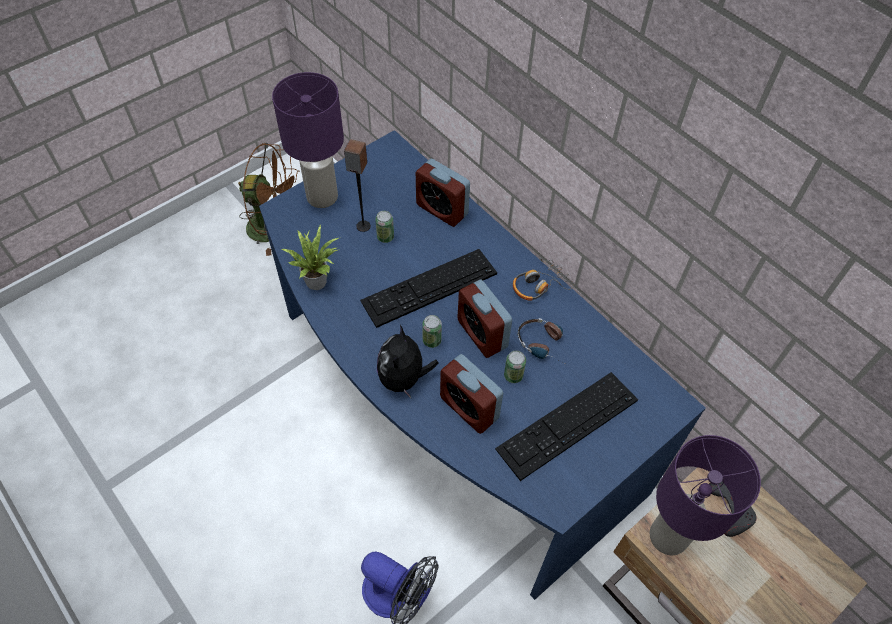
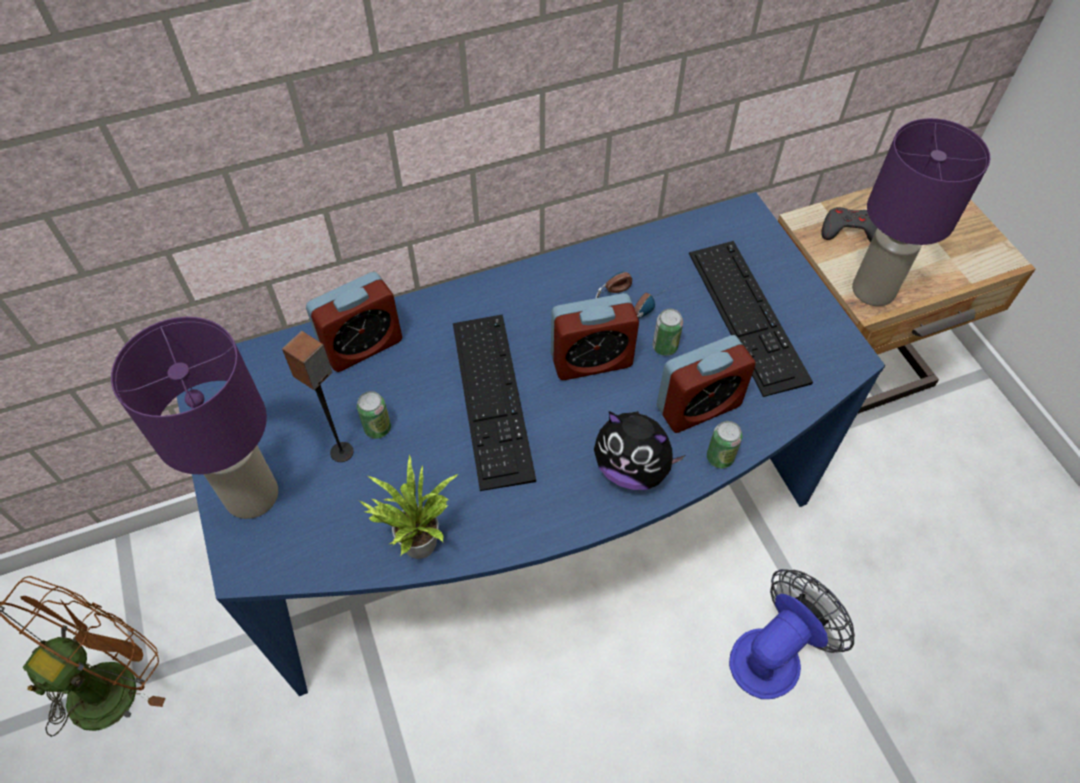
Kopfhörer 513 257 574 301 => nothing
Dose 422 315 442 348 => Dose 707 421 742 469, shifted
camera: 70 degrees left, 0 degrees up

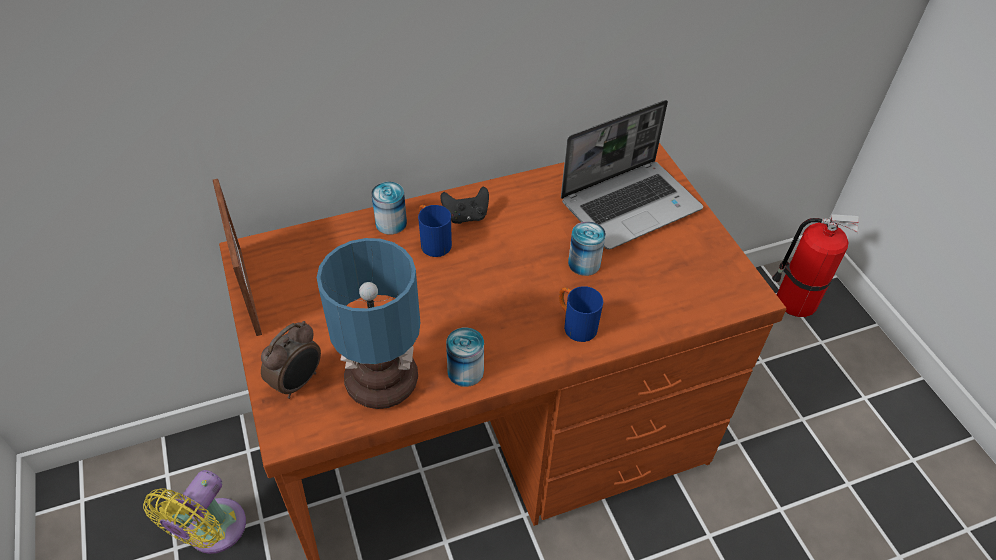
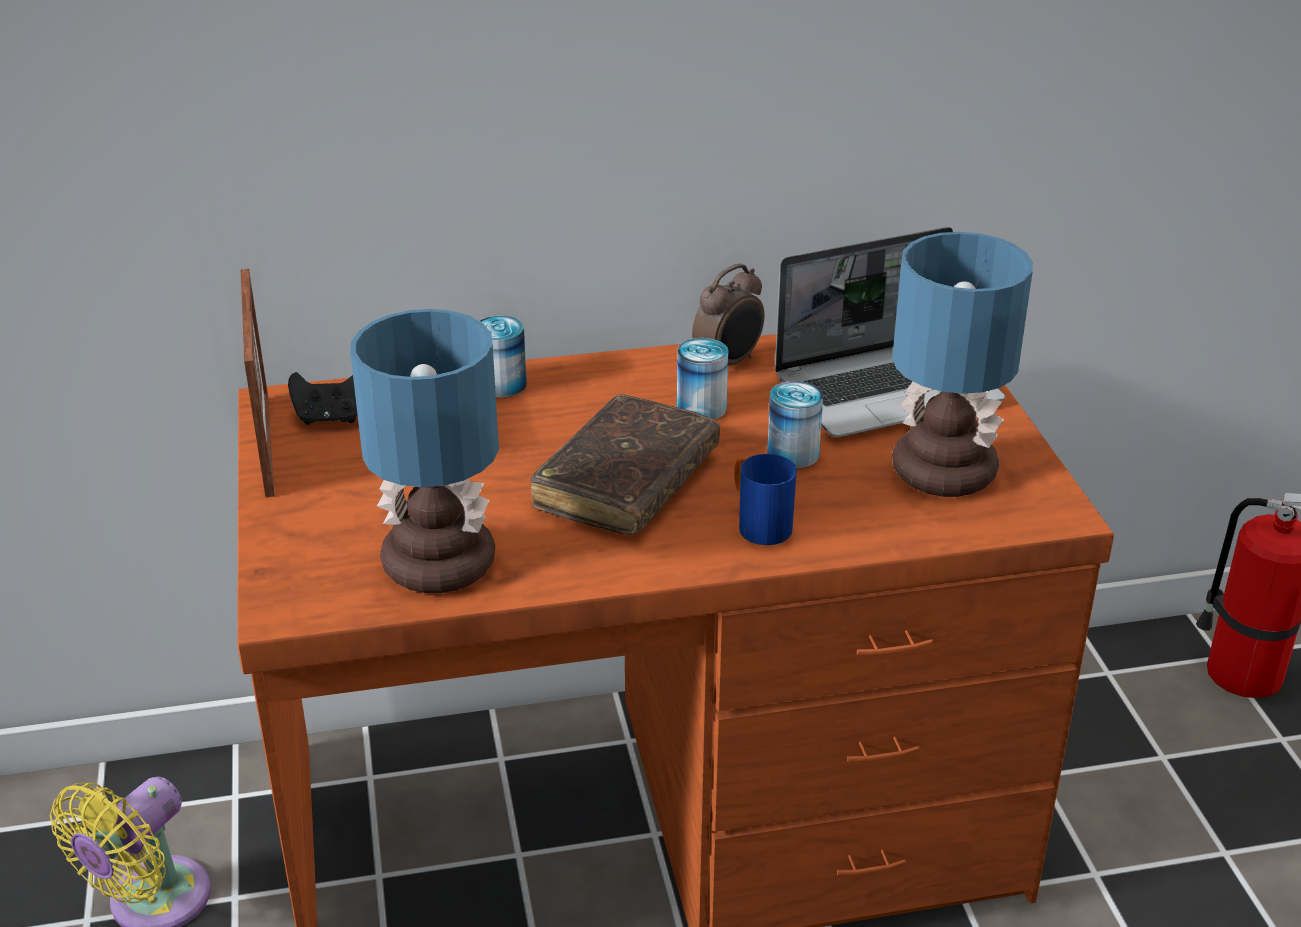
Gamepad (schwarz) 440 187 489 224 => Gamepad (schwarz) 288 372 358 425, shifted
Henkelbecher (blau) 418 205 452 257 => nothing
Wecker 261 321 321 399 => Wecker 692 263 765 365, shifted
Dose 446 327 484 387 => Dose 677 338 729 420, shifted
nothing => Tischlampe 892 232 1033 497
nothing => Buch (braun) 529 394 720 535
camera: 10 degrees right, 15 degrees down

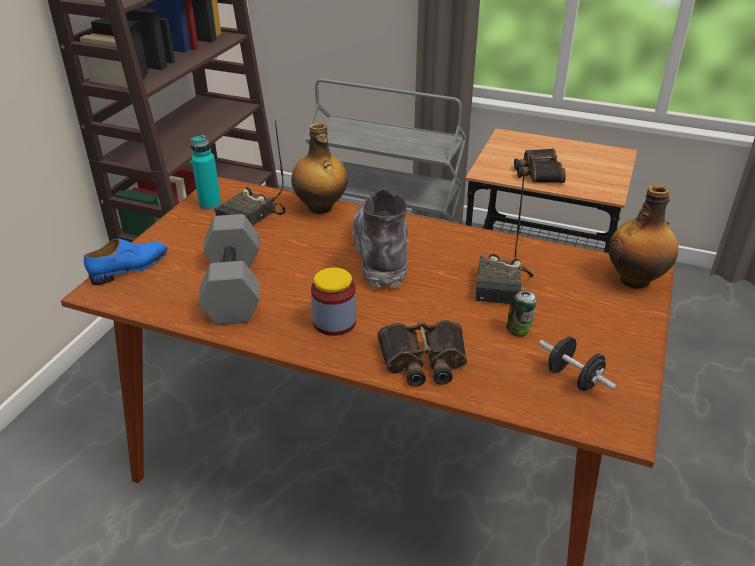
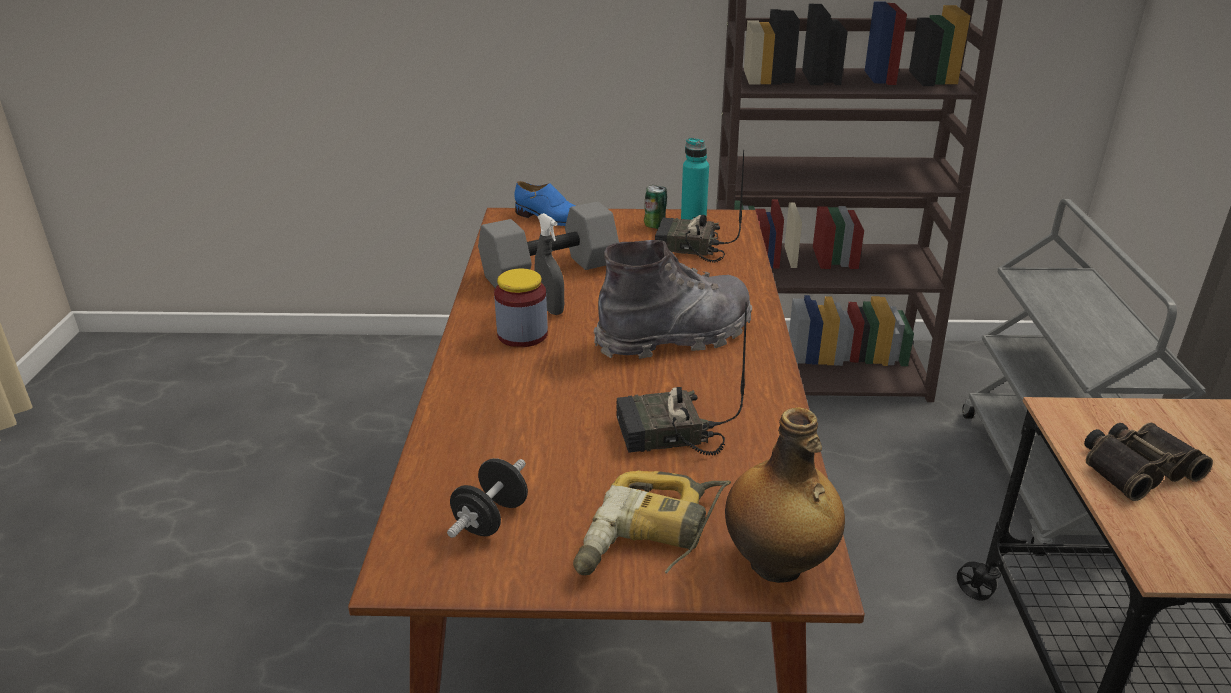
Flasche 291 123 348 214 => nothing
Dose 506 290 537 337 => Dose 644 185 667 229, shifted
Fernglas 378 320 467 387 => nothing
nothing => Sprühflasche (grau) 534 213 564 315
nothing => Bohrmaschine 573 470 731 575
camera: 70 degrees right, 5 degrees down

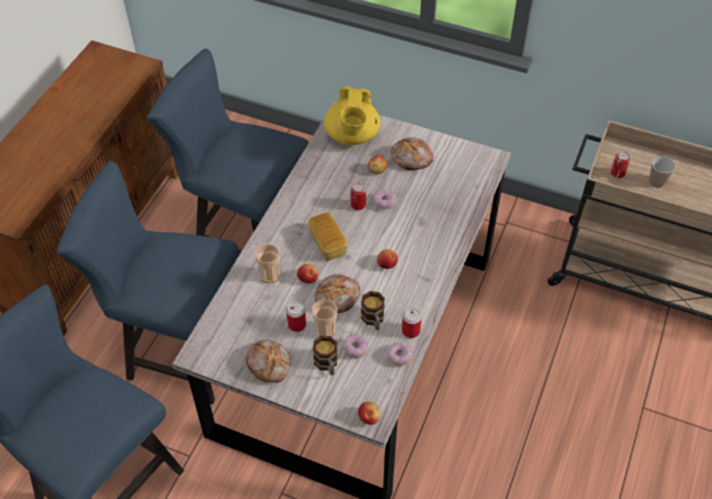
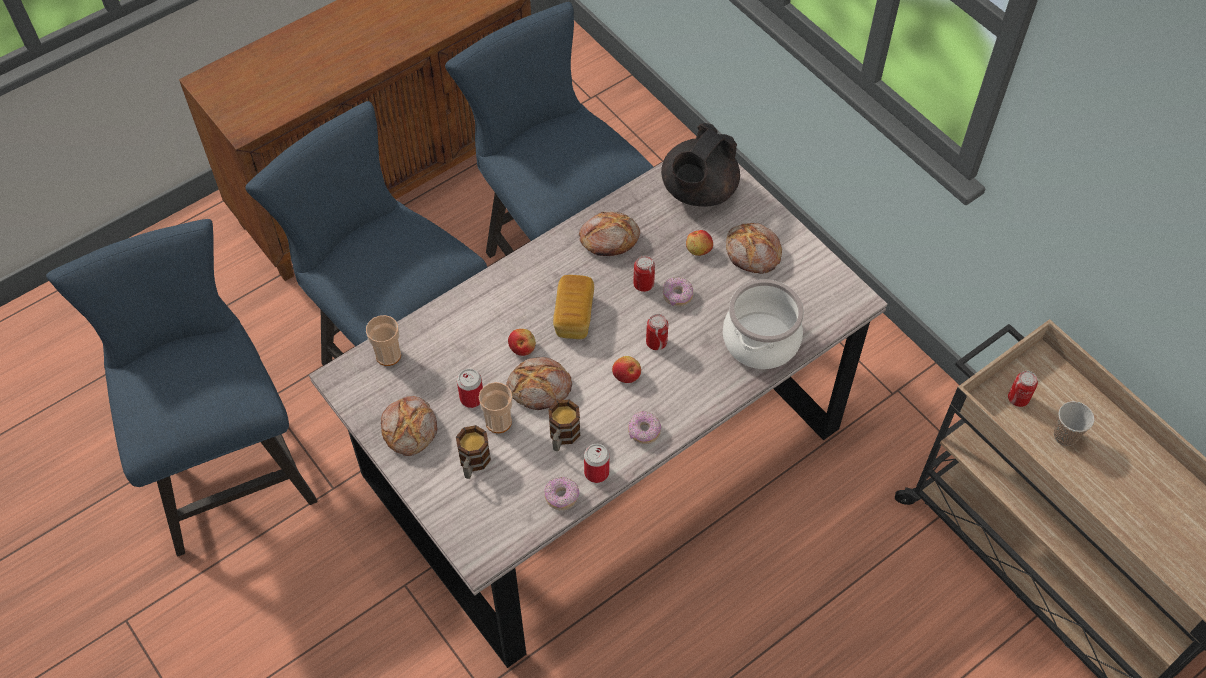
Teekanne (gelb) 324 86 380 145 => Teekanne (schwarz) 661 123 740 207
Tasse 255 244 280 283 => Tasse 366 315 401 366, shifted
Donut 343 334 368 358 => Donut 628 411 661 444, shifted
Apfel 358 402 381 425 => nothing
nothing => Brot 579 211 640 256
nothing => Kochtopf 723 279 804 369
nothing => Dose 646 314 668 350
camera: 30 degrees right, 5 degrees up

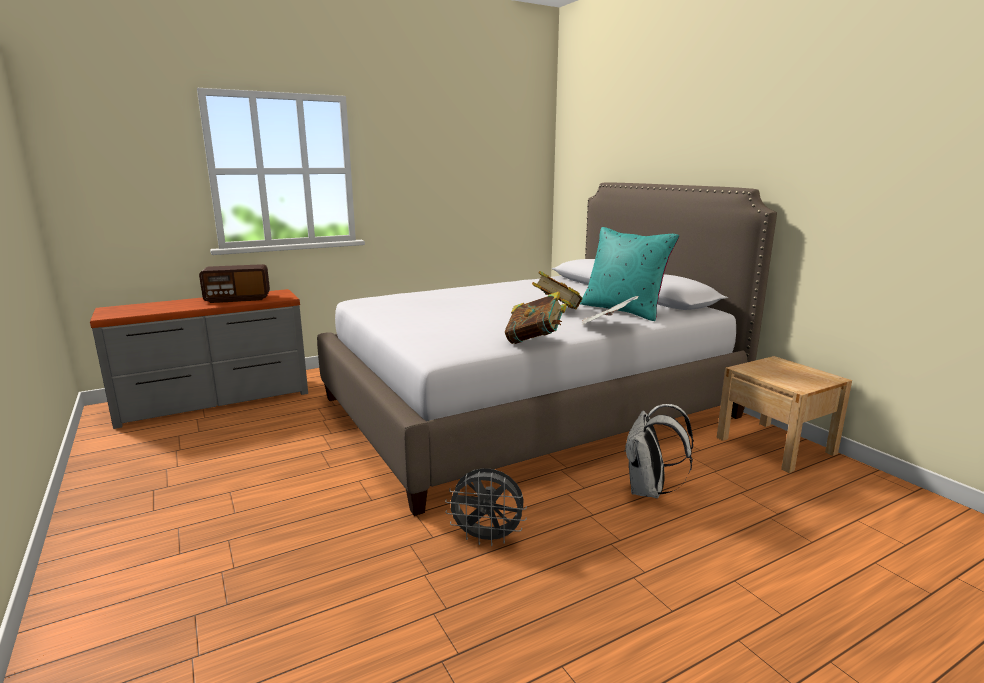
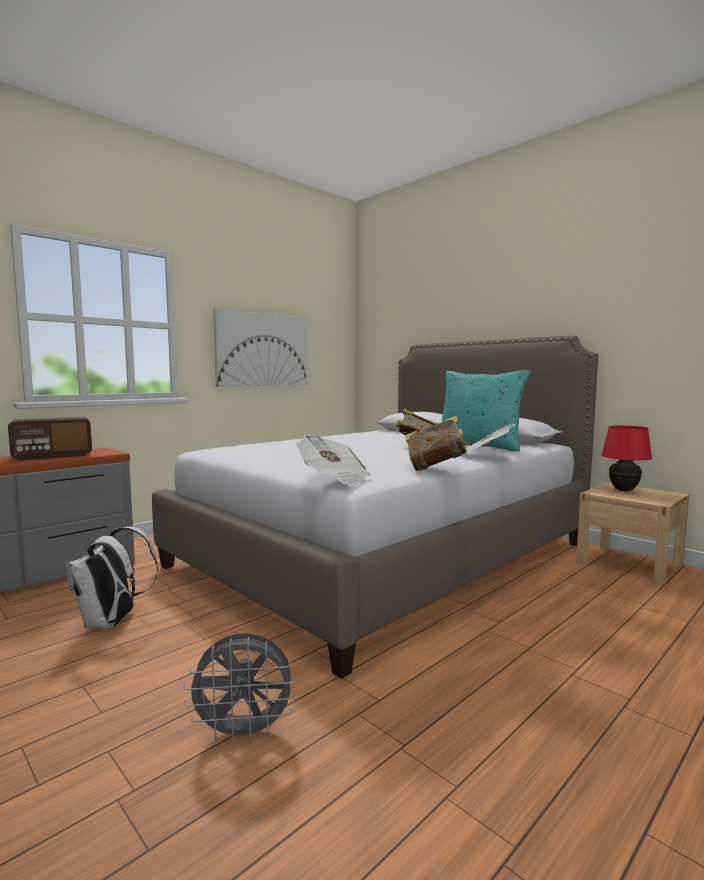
Rucksack (weiß) 624 404 694 499 => Rucksack (weiß) 65 526 158 629, shifted
Ventilator (grau) 445 468 527 546 => Ventilator (grau) 183 633 297 745, shifted
nothing => Bild 213 308 306 386
nothing => Tischlampe (rot) 601 426 652 491
nothing => Zeitung 296 435 370 486
camera: 15 degrees left, 10 degrees down

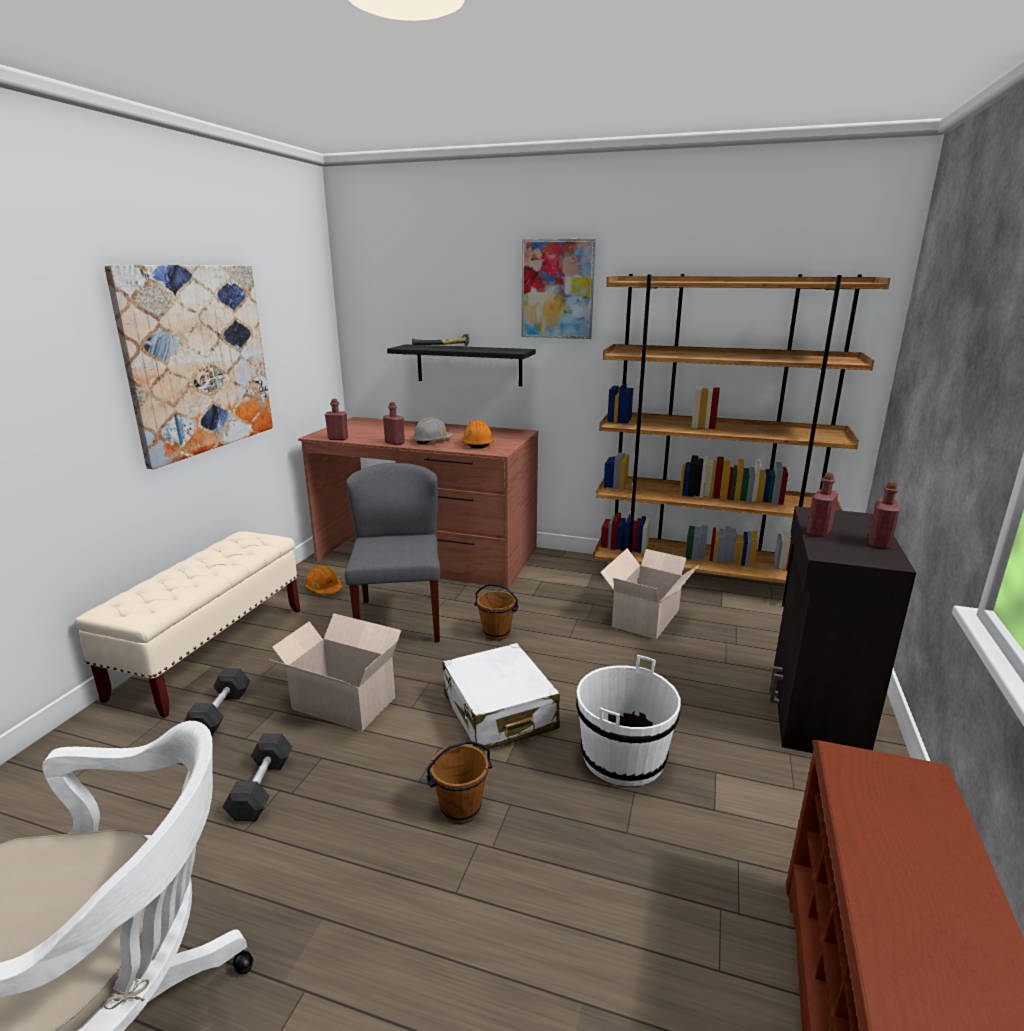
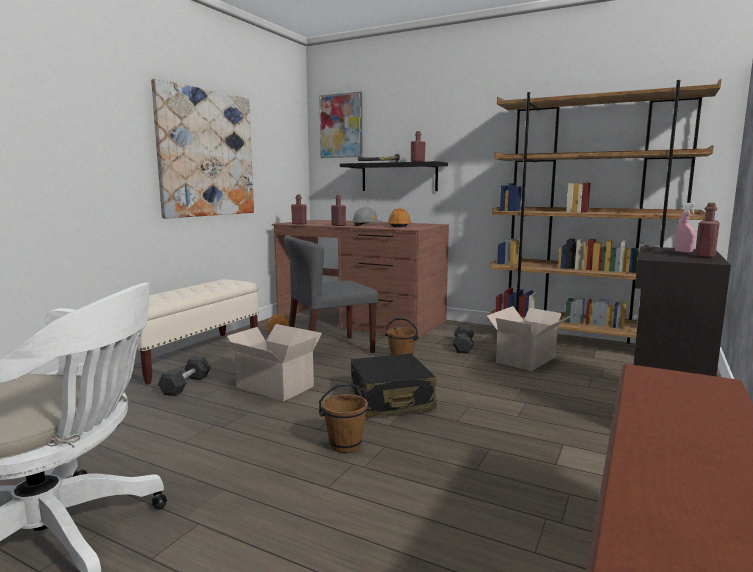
Bild 522 239 596 339 => Bild 319 91 362 158, shifted
Stuhl (grau) 345 463 440 642 => Stuhl (grau) 284 236 378 353, 120 degrees counterclockwise
Flasche (rot) 806 473 838 537 => Flasche (rot) 411 131 425 162, shifted
Koffer (weiß) 442 643 560 751 => Koffer (schwarz) 351 354 437 417
Eimer (weiß) 576 655 681 786 => nothing
Hantel (grau) 222 733 293 821 => Hantel (grau) 453 324 474 353, shifted
nothing => Sprühflasche (rosa) 675 203 697 253
camera: 10 degrees right, 10 degrees down

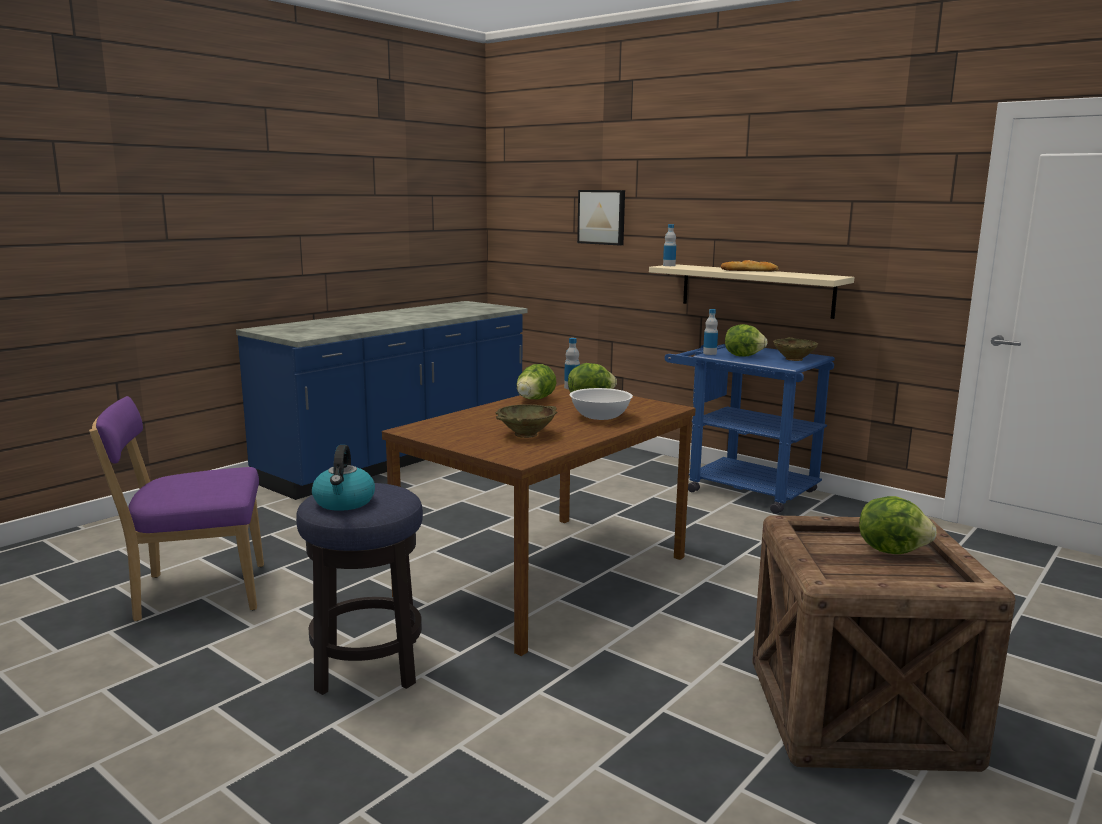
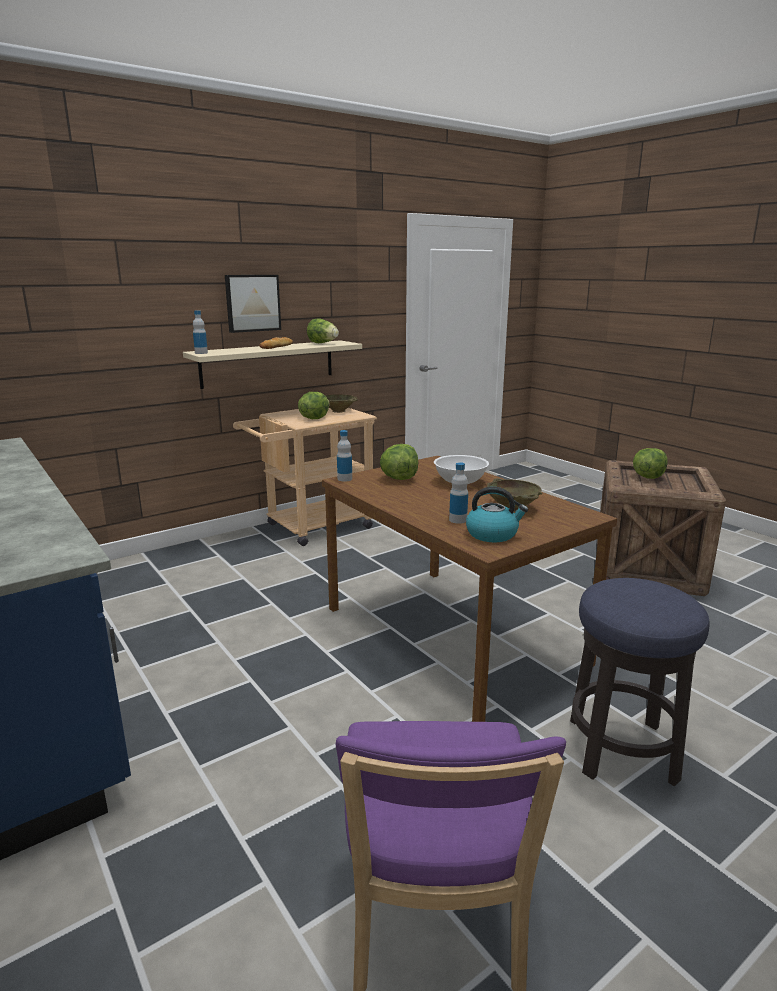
Bild 577 190 625 246 => Bild 225 275 281 333, shifted
Flasche 703 309 718 355 => Flasche 449 462 468 524, shifted
Rollwagen (blau) 665 344 835 514 => Rollwagen (beige) 233 408 377 546
Salatkopf 517 364 556 400 => Salatkopf 307 318 339 343, shifted
Wasserkessel 312 445 375 511 => Wasserkessel 466 487 528 542, shifted
camera: 75 degrees left, 5 degrees up

